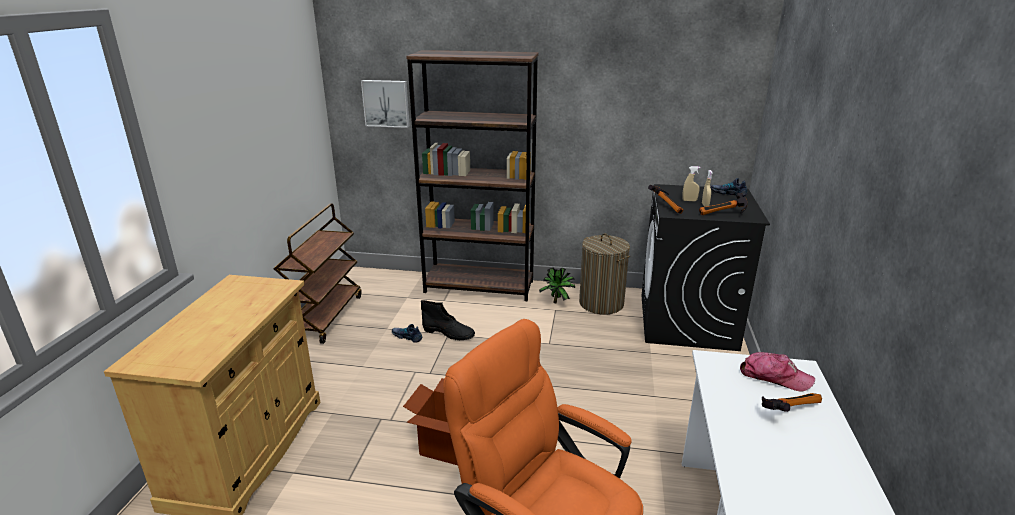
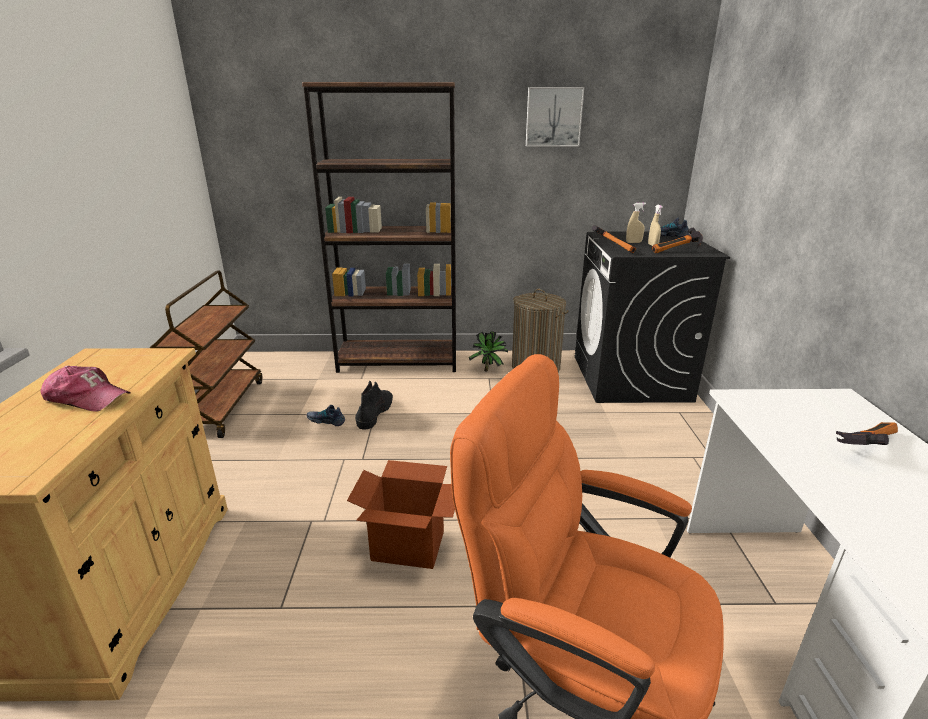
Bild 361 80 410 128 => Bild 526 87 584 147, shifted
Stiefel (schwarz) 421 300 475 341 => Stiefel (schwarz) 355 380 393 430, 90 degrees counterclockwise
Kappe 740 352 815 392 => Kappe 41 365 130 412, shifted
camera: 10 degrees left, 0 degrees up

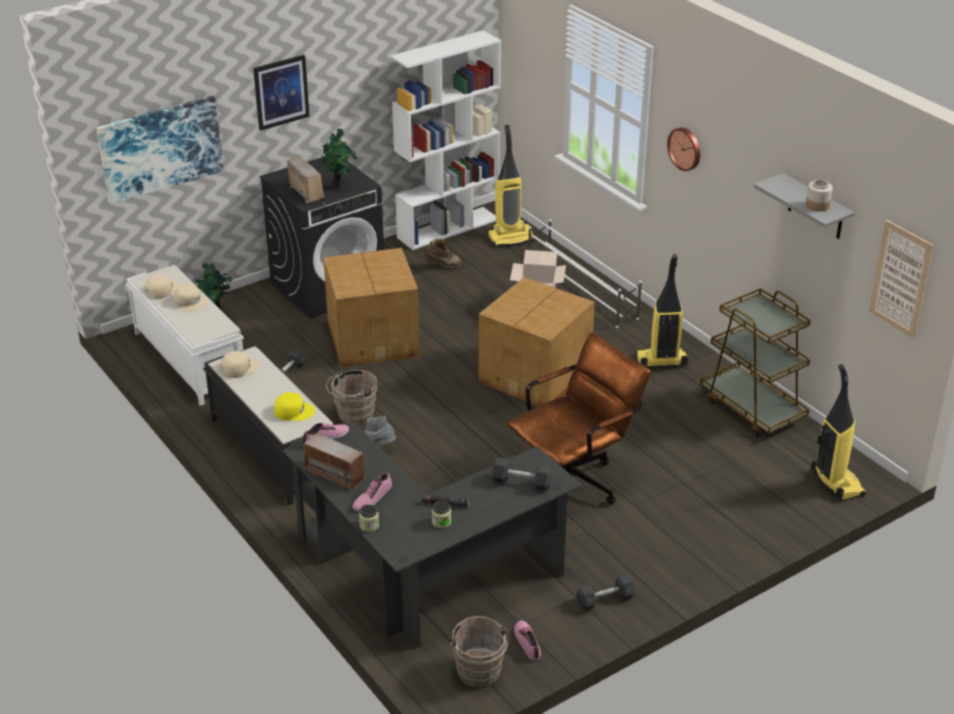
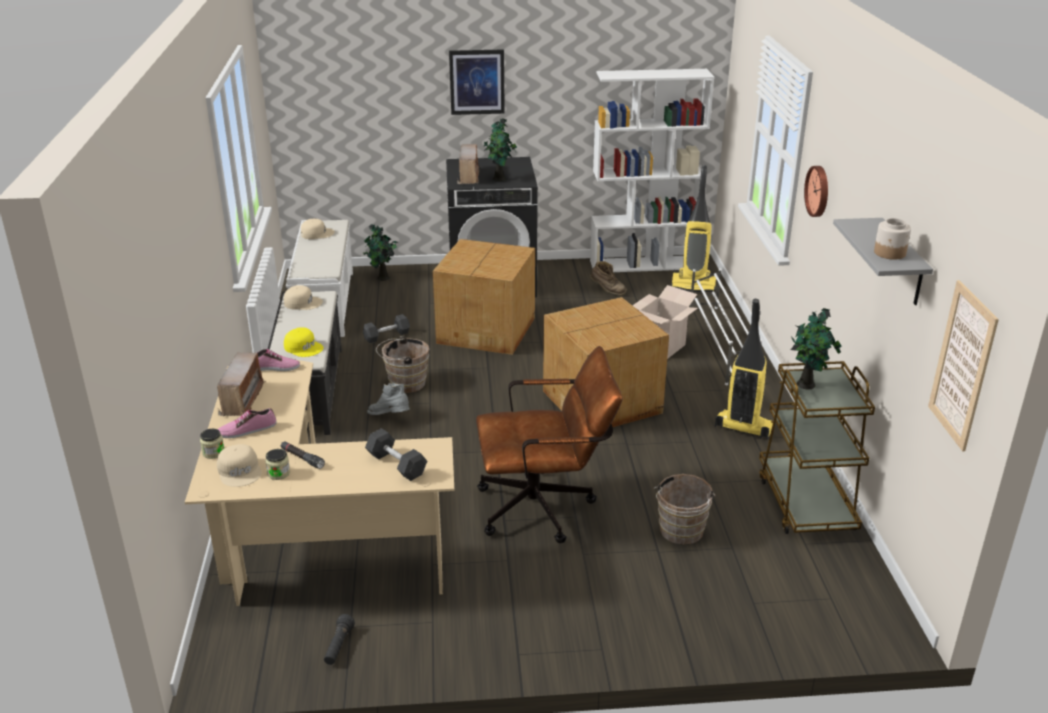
Bild 96 96 223 204 => nothing
Kappe (beige) 174 284 209 311 => Kappe (beige) 217 444 262 487, shifted
Staubsauger 811 364 866 501 => nothing
Schreibtisch (schwarz) 283 422 582 648 => Schreibtisch (beige) 185 360 454 606
Radio 302 433 366 490 => Radio 217 352 266 416, 150 degrees counterclockwise
Hantel (grau) 576 574 635 611 => nothing
Eimer (braun) 450 616 508 687 => Eimer (braun) 653 474 716 545, shifted
Schuh 514 621 541 661 => Taschenlampe (schwarz) 324 614 355 665
nothing => Topfpflanze 791 308 842 389
camera: 30 degrees right, 5 degrees down

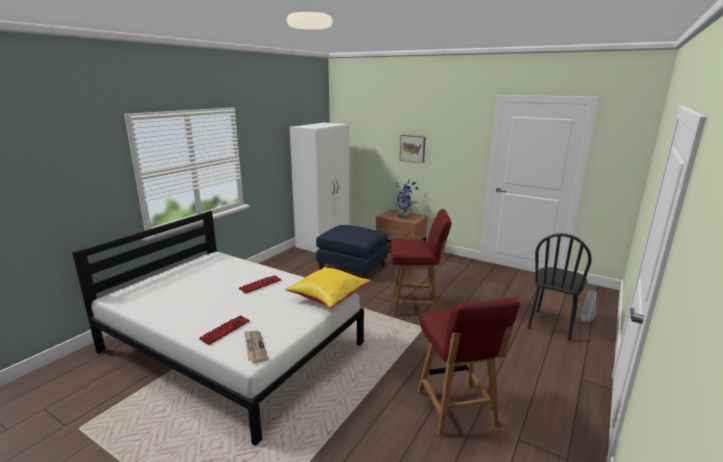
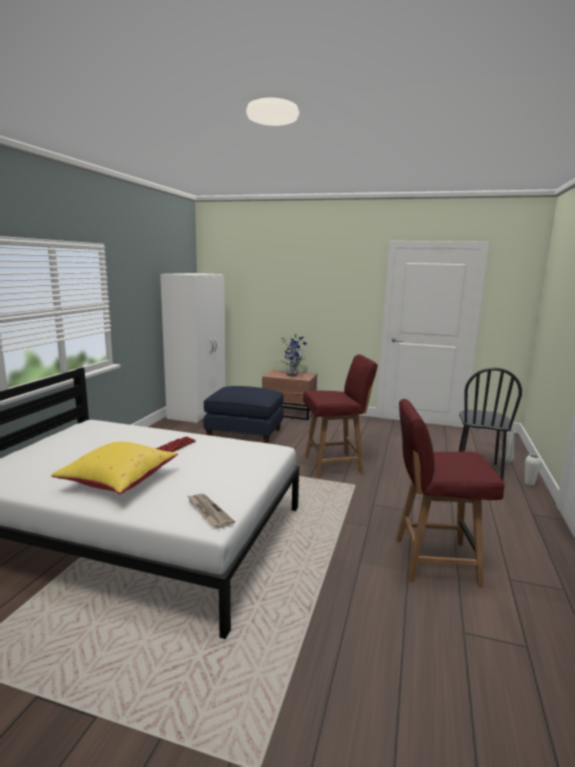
Bild 400 135 426 163 => nothing
Kissen (gelb) 285 267 371 308 => Kissen (gelb) 51 442 178 494, shifted
Stuhl (rot) 417 298 520 436 => Stuhl (rot) 396 399 504 586, 120 degrees clockwise
Tastatur 199 316 250 345 => nothing
nothing => Vase (weiß) 525 454 542 486
camera: 15 degrees left, 5 degrees down

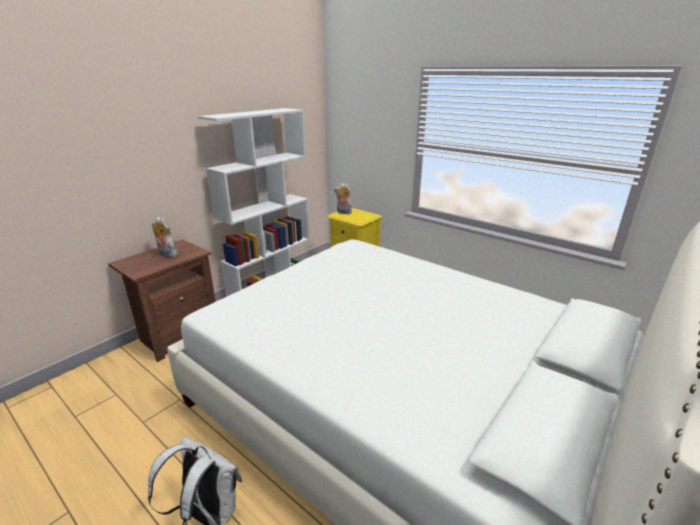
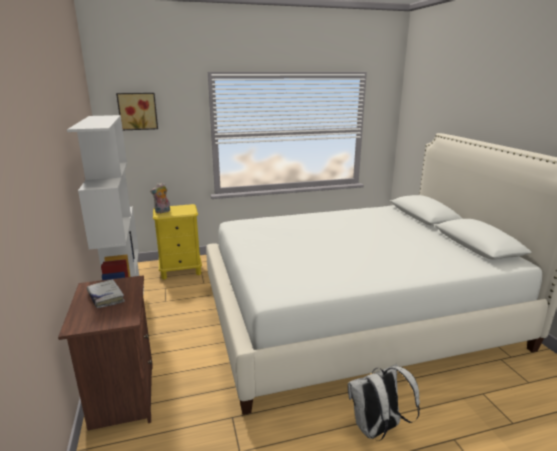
Plüschtier 152 217 178 257 => Buch (weiß) 87 279 125 308
nothing => Bild 116 93 158 130
camera: 55 degrees left, 5 degrees down

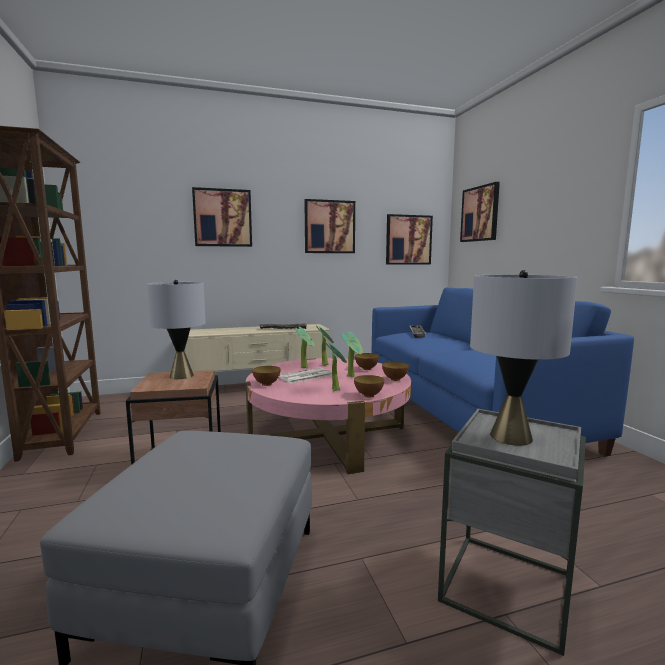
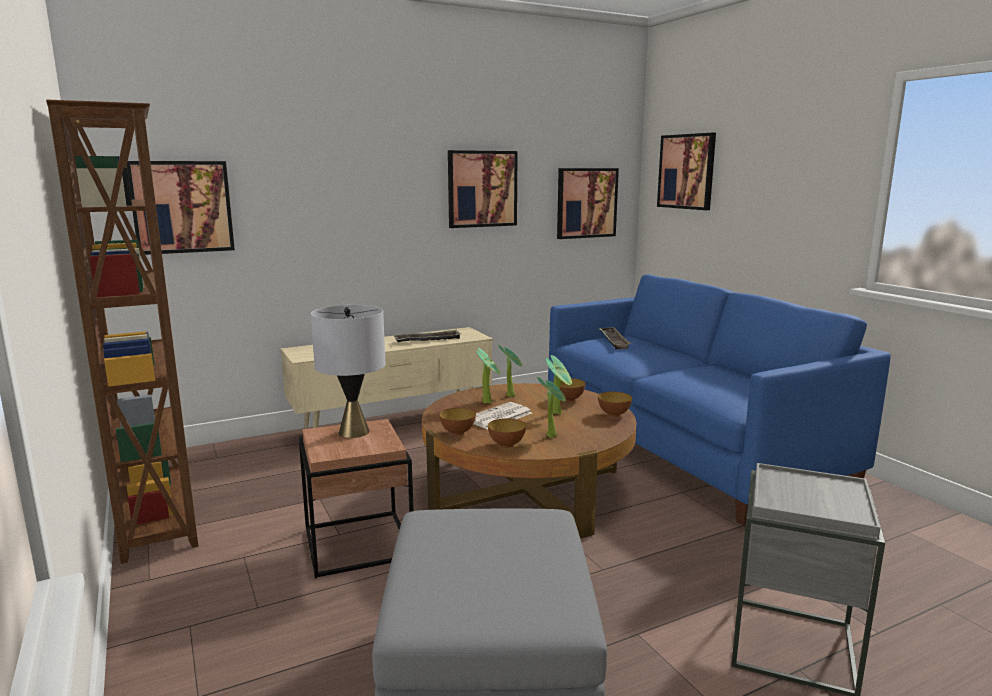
Bild 192 187 252 247 => Bild 127 161 235 255, shifted
Tischlampe (grau) 470 270 578 446 => nothing
Couchtisch (rosa) 246 358 411 474 => Couchtisch (braun) 422 383 636 539
Schüssel 354 375 384 397 => Schüssel 488 418 526 448, shifted
camera: 10 degrees left, 5 degrees up

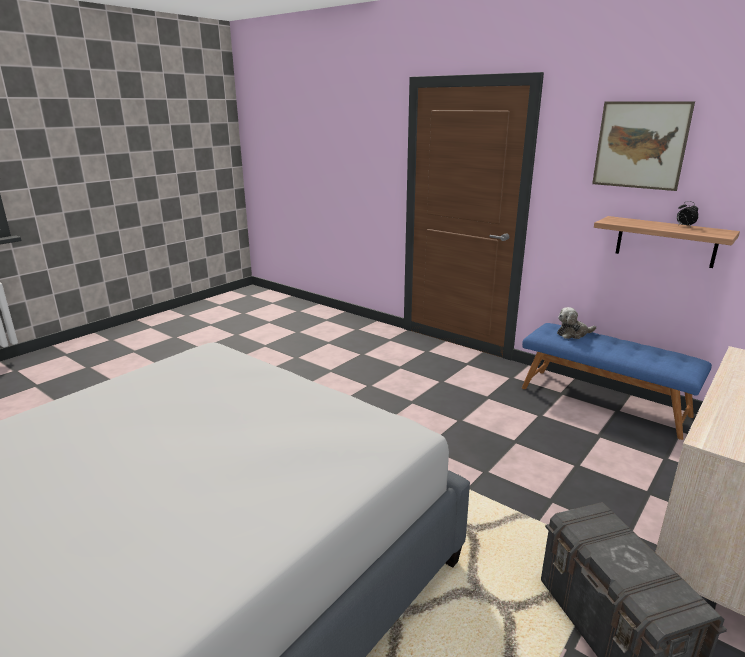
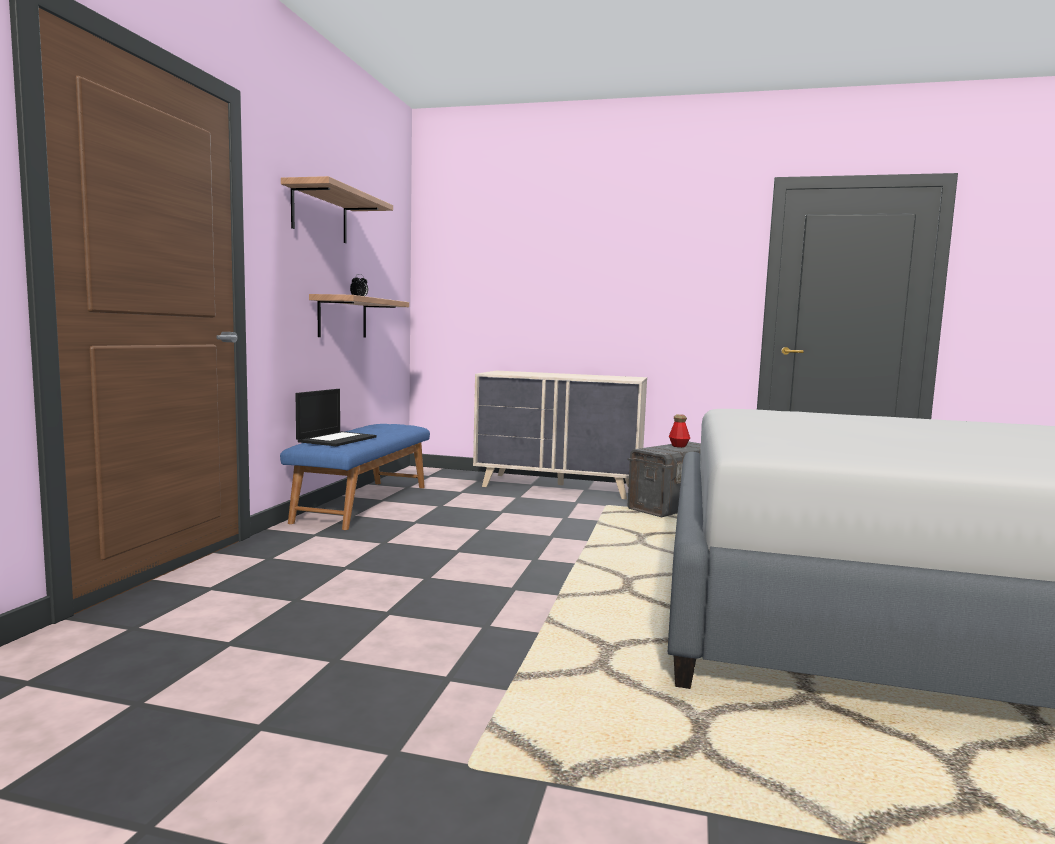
Bild 592 102 695 191 => Wandregal 281 176 393 243
Plüschtier 557 307 596 339 => Laptop 296 389 377 446
nothing => Flasche 669 414 690 448
camera: 115 degrees left, 15 degrees down

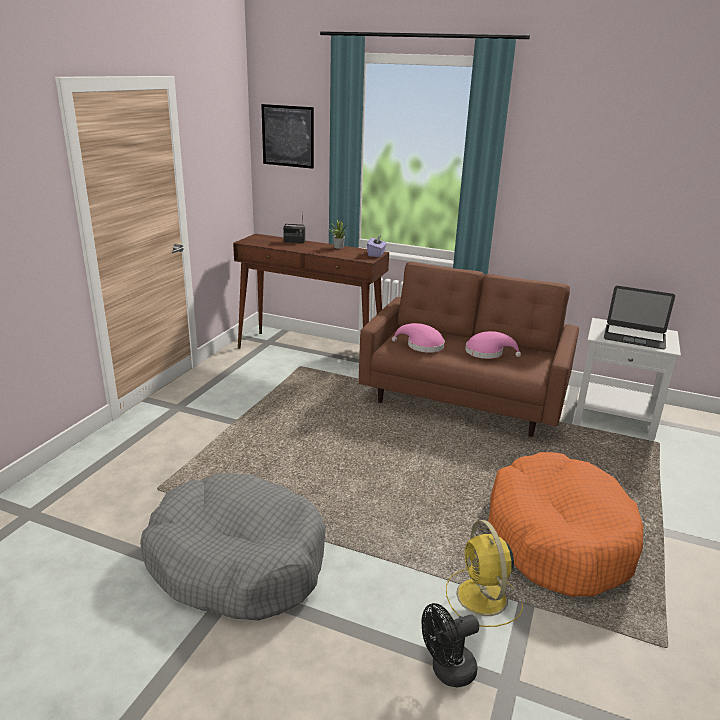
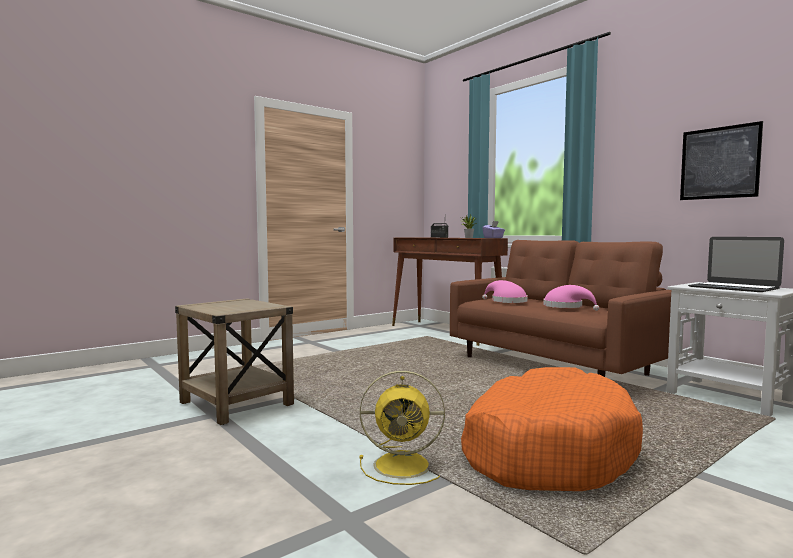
Bild 261 104 314 169 => Bild 680 121 763 200, shifted
Hundebett (grau) 140 474 326 620 => Beistelltisch (beige) 175 298 294 425
Ventilator (gelb) 446 520 523 627 => Ventilator (gelb) 359 371 445 485, 105 degrees counterclockwise
Ventilator (schwarz) 422 603 479 687 => nothing
camera: 30 degrees right, 20 degrees down

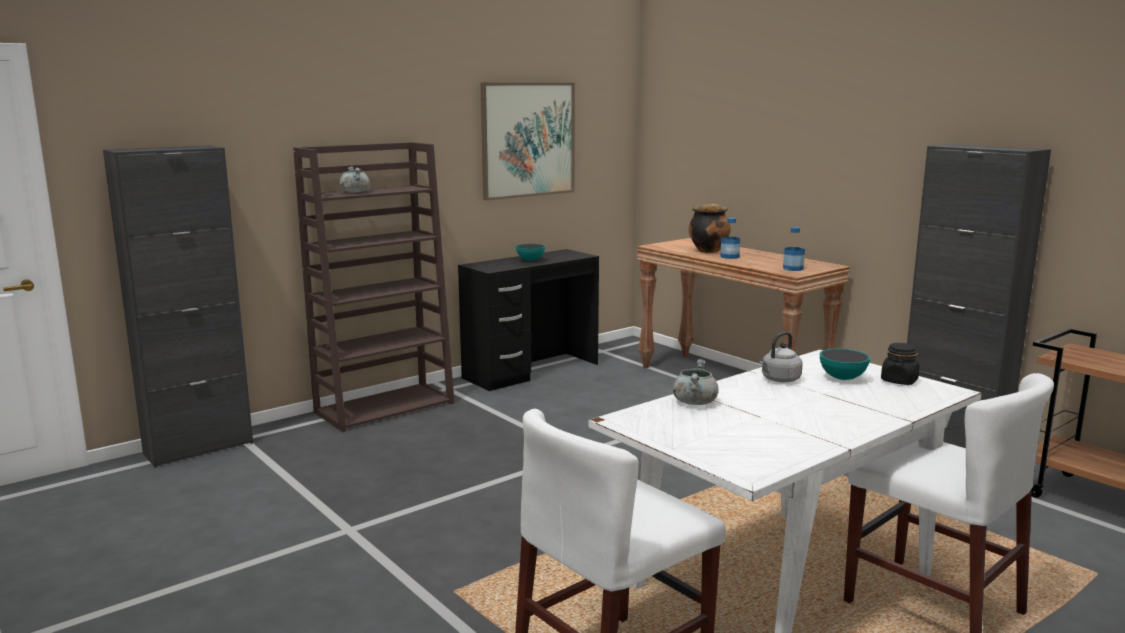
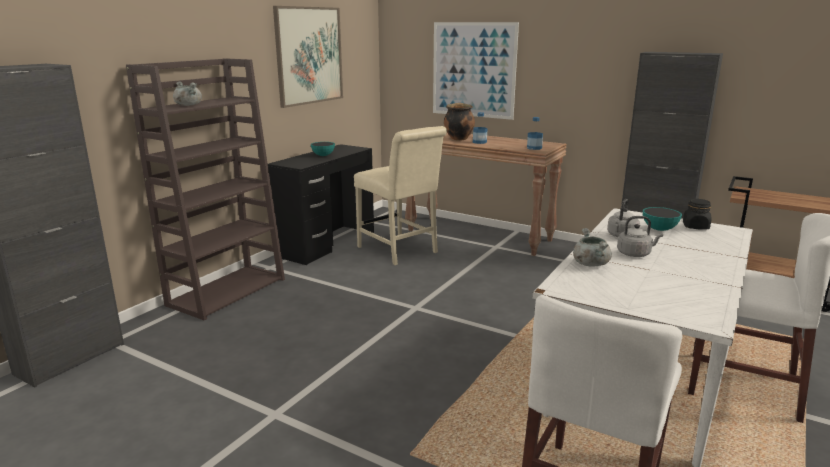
nothing => Bild 433 22 519 120
nothing => Stuhl (beige) 354 126 447 265
nothing => Wasserkessel (grau) 617 216 663 257
camera: 20 degrees left, 5 degrees up

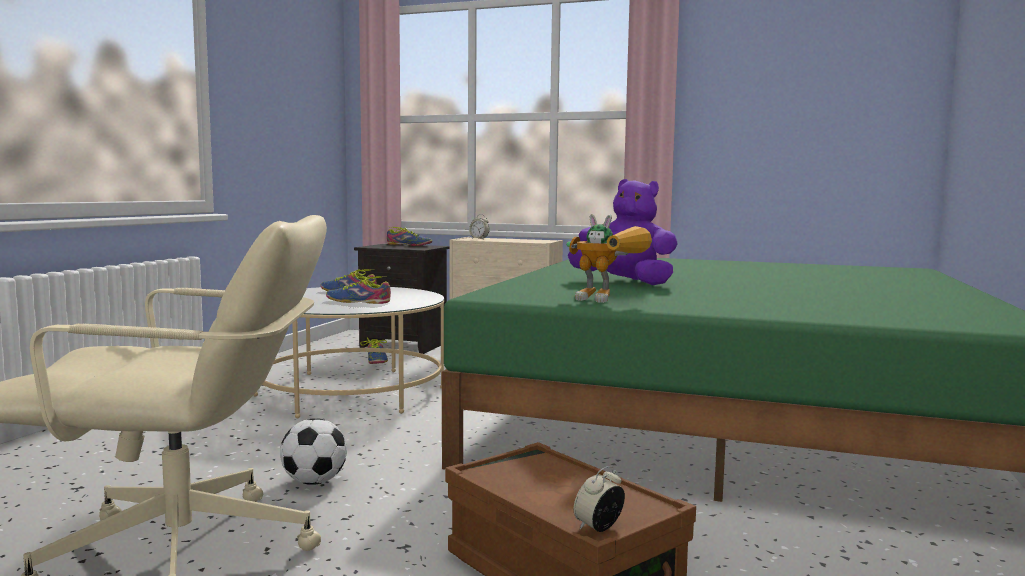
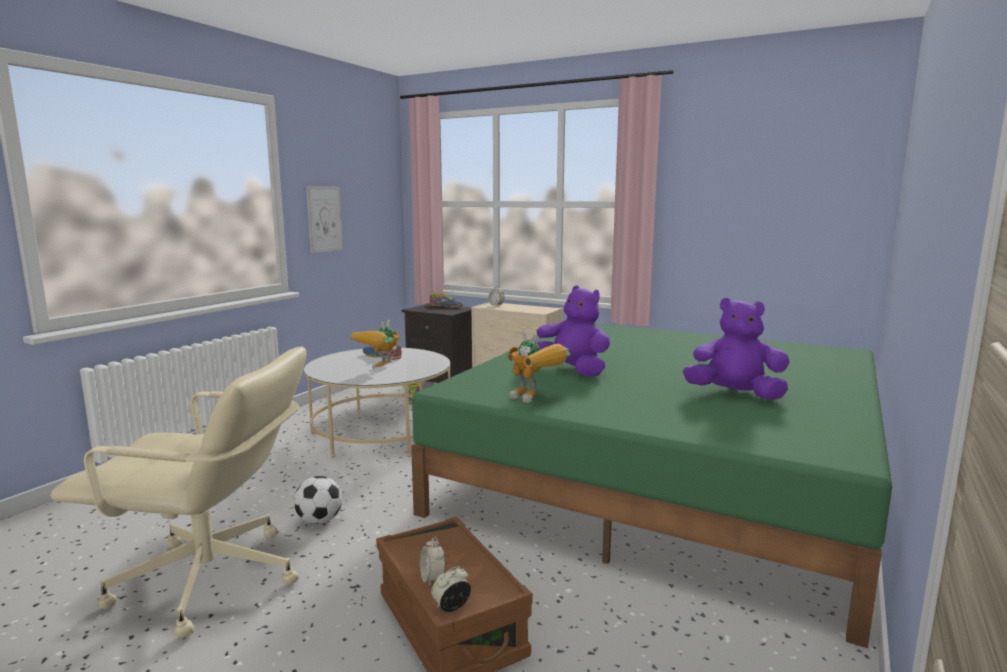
Schuh 326 276 391 304 => Spielzeugroboter 351 320 400 369
nothing => Bild 306 186 343 253
nothing => Plüschtier (lila) 683 298 789 400
nothing => Wecker 420 536 446 587
camera: 10 degrees right, 5 degrees up

